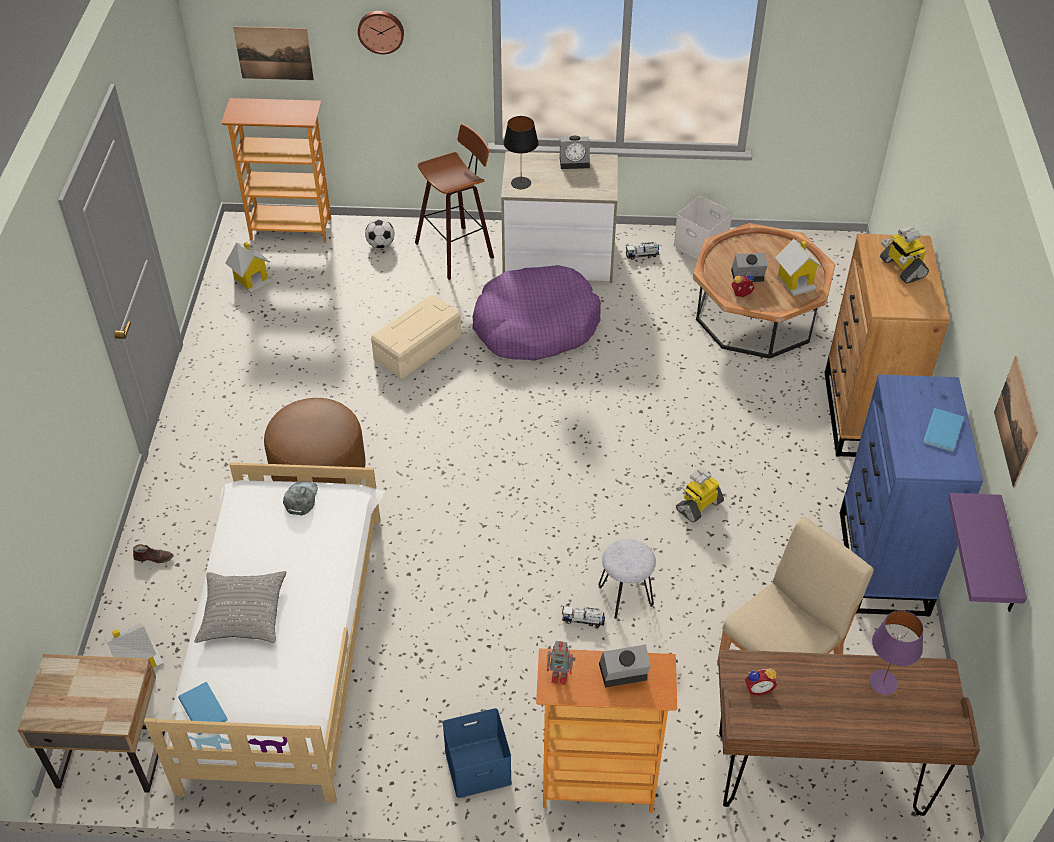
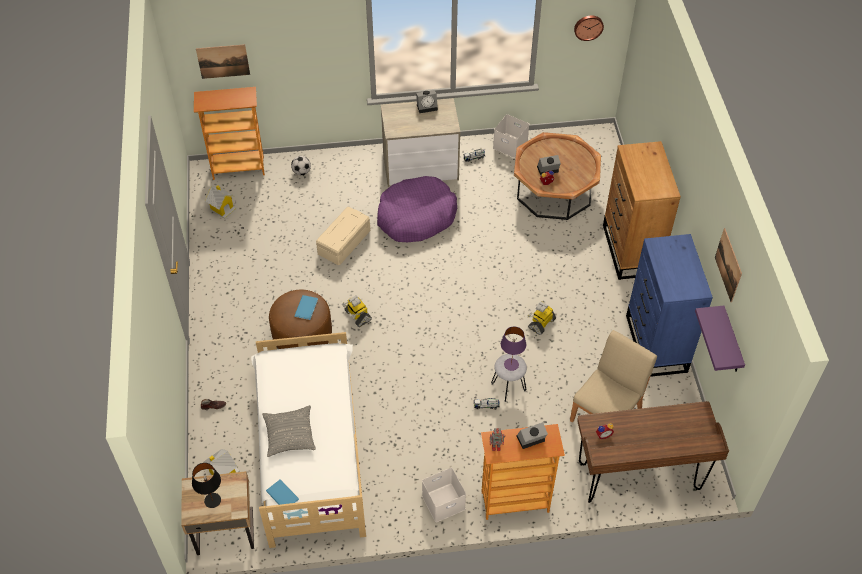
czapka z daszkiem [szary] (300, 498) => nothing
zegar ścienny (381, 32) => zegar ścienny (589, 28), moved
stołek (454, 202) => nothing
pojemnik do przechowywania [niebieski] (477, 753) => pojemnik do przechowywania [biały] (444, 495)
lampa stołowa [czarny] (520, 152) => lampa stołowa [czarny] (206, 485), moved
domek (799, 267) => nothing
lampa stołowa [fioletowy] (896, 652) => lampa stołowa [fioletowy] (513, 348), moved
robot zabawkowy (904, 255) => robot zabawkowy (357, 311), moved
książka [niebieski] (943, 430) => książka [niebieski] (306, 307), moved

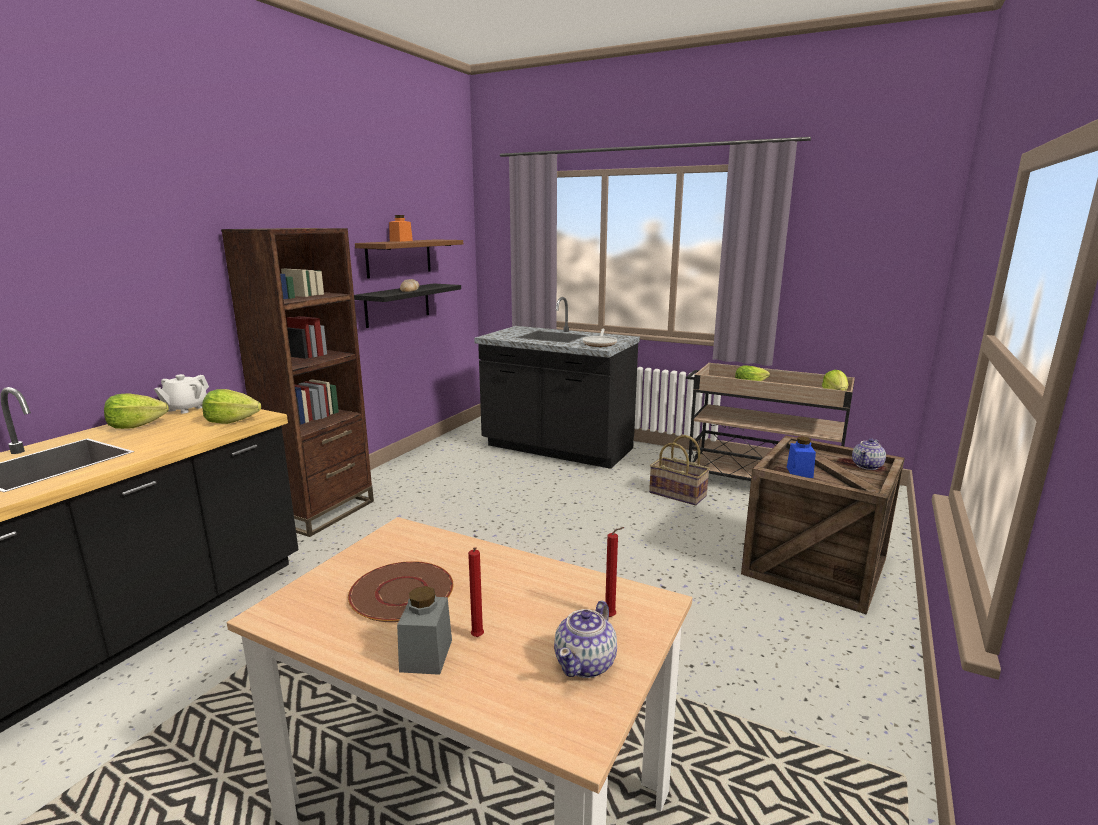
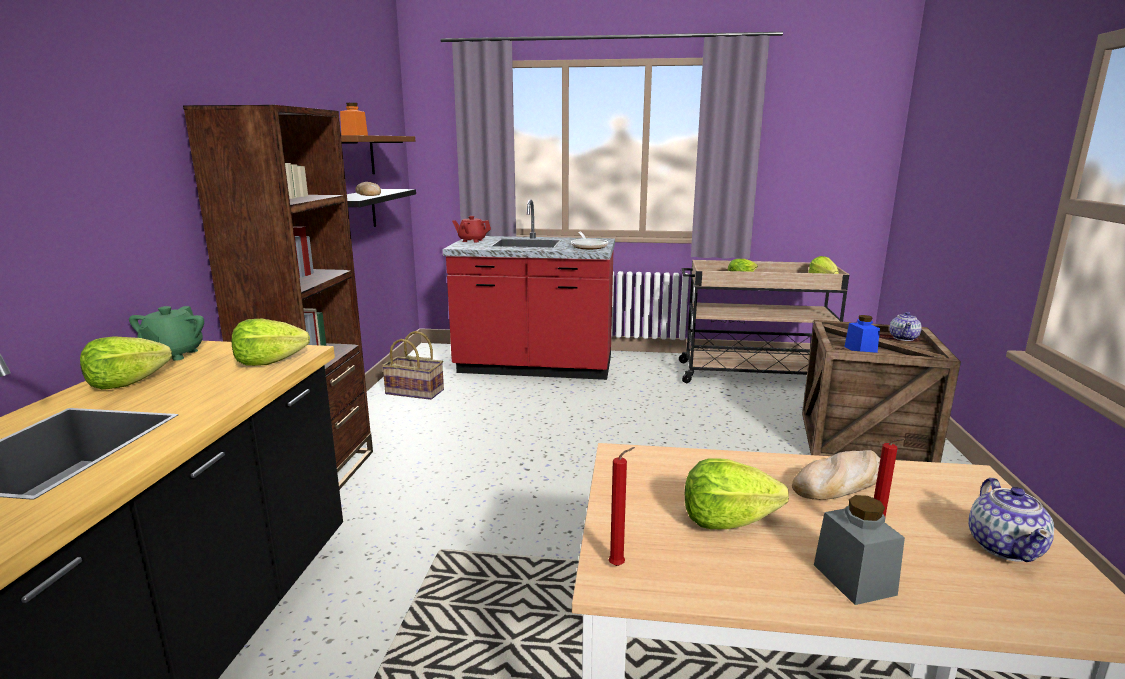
imbryk [biały] (181, 393) => imbryk [zielony] (166, 333)
talerz [brązowy] (401, 591) => sałata (737, 493)
zabudowa kuchenna [czarny] (557, 383) => zabudowa kuchenna [czerwony] (529, 289)
świeca [czerwony] (614, 572) => świeca [czerwony] (622, 506), moved
koszyk (679, 470) => koszyk (413, 365), moved
nothing => imbryk [czerwony] (471, 229)
nothing => chleb (836, 475)

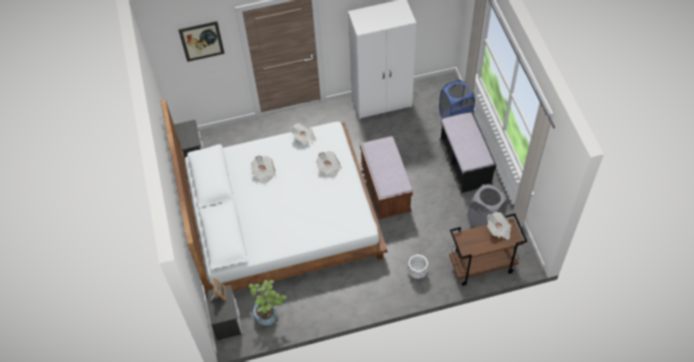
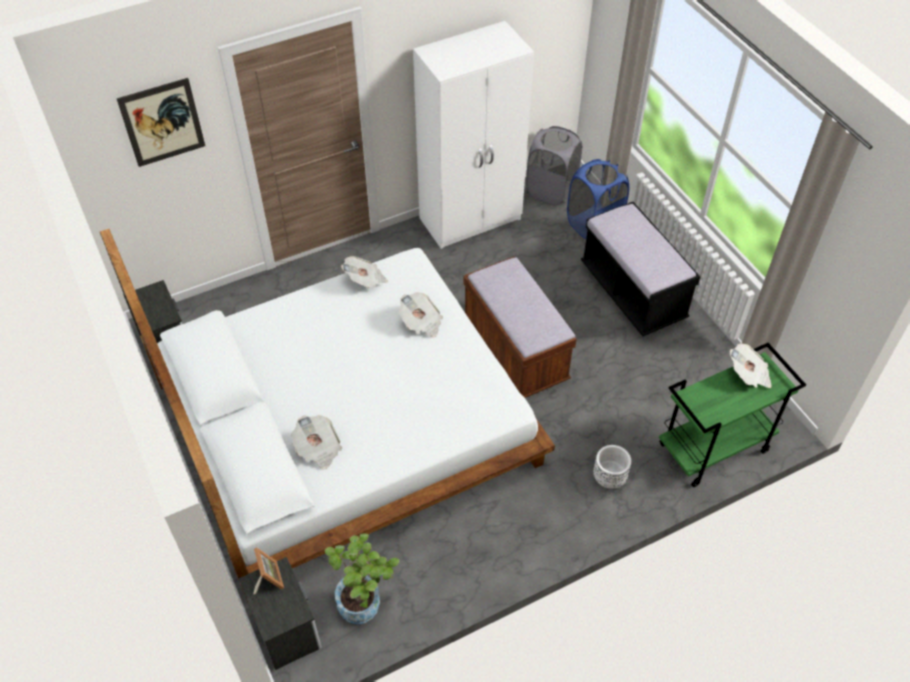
gazeta (263, 169) => gazeta (316, 442), moved
wózek [brązowy] (488, 249) => wózek [zielony] (732, 415)
kosz na pranie [szary] (488, 205) => kosz na pranie [szary] (554, 165), moved

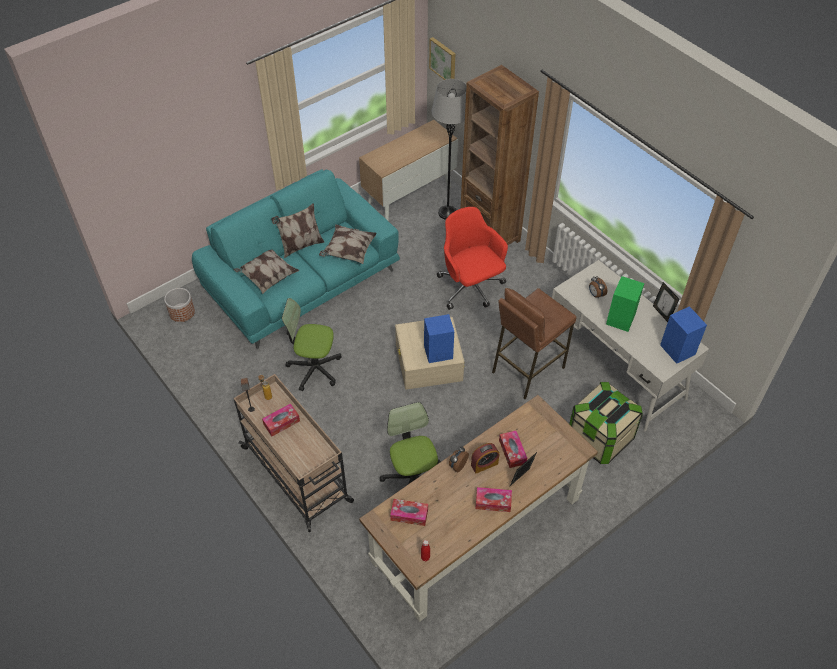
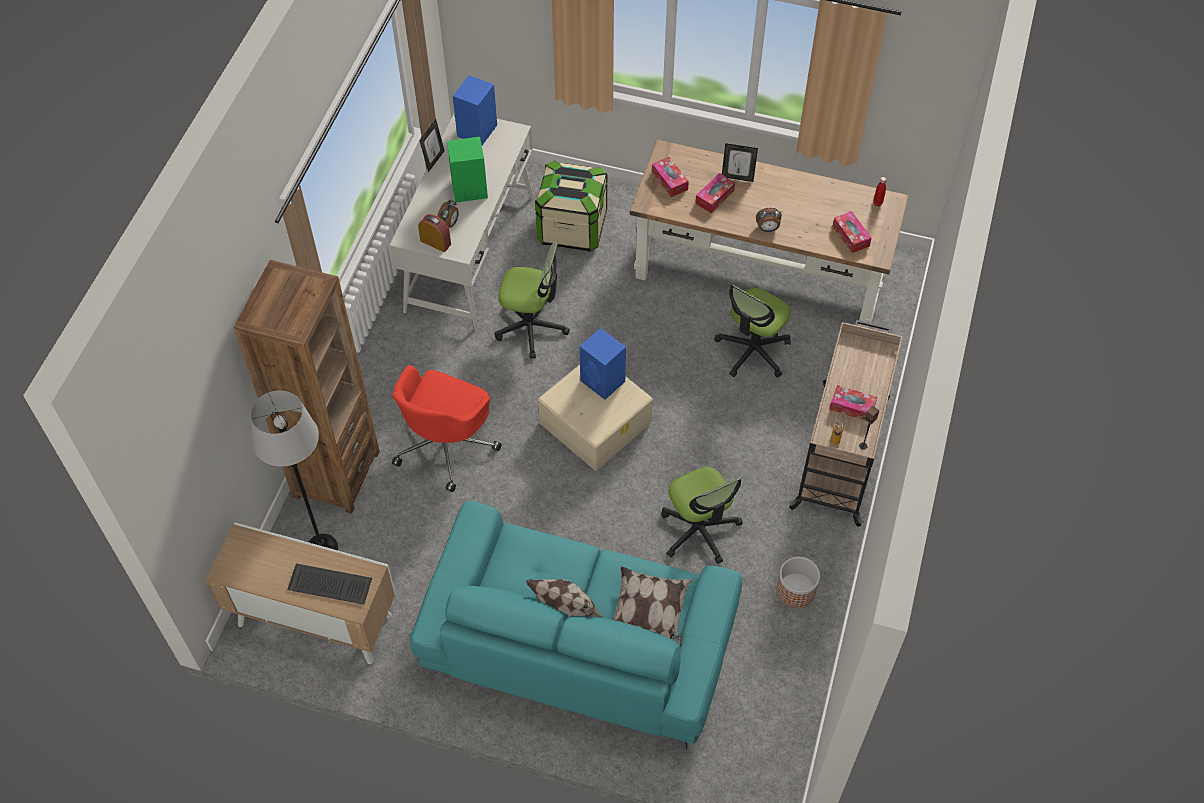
donica (179, 305) => donica (798, 582), moved
poduszka (347, 244) => nothing
obraz (442, 58) => nothing
budzik (485, 458) => budzik (434, 233), moved
pudełko chusteczek (493, 499) => pudełko chusteczek (670, 177), moved
stołek [brązowy] (534, 343) => krzesło biurowe (532, 300)
nothing => klawiatura (329, 584)

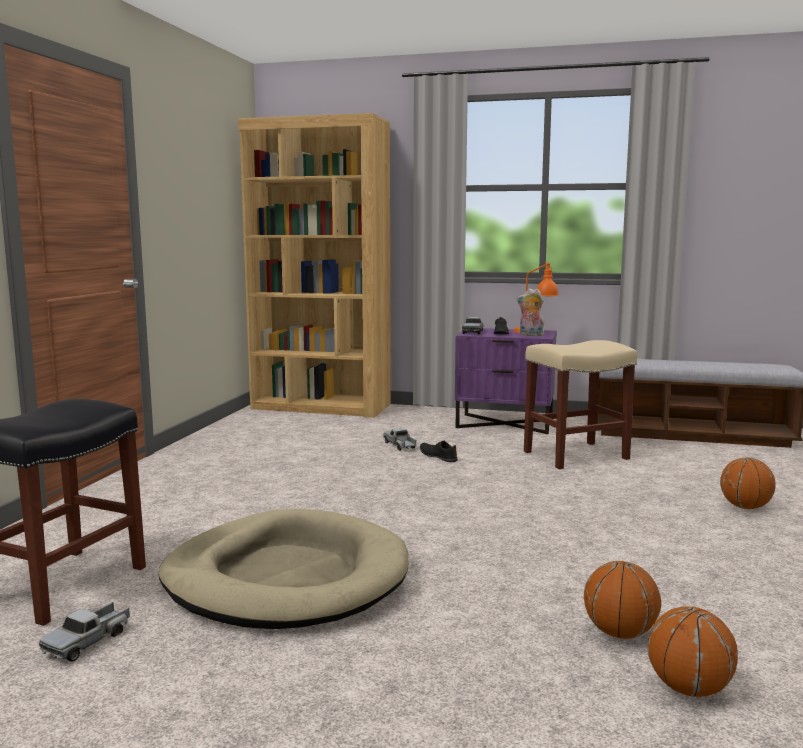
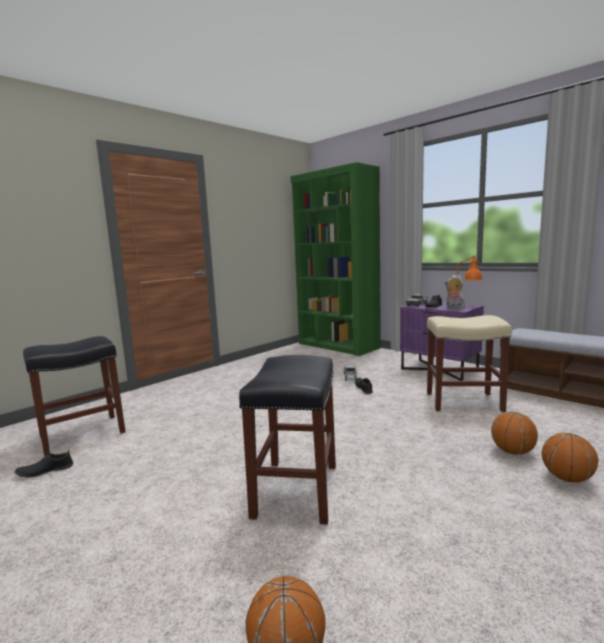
ciężarówka zabawkowa (84, 632) => but [czarny] (44, 463)
legowisko [beżowy] (284, 569) => nothing
regał [brązowy] (314, 265) => regał [zielony] (335, 259)
piłka do koszykówki (622, 600) => piłka do koszykówki (514, 433), moved
nothing => stołek [czarny] (287, 440)

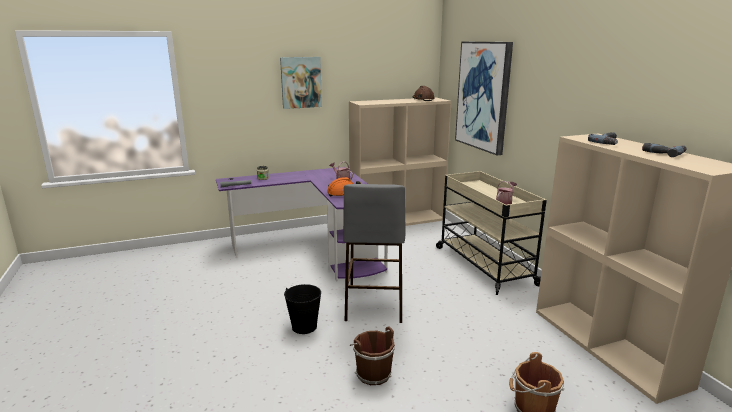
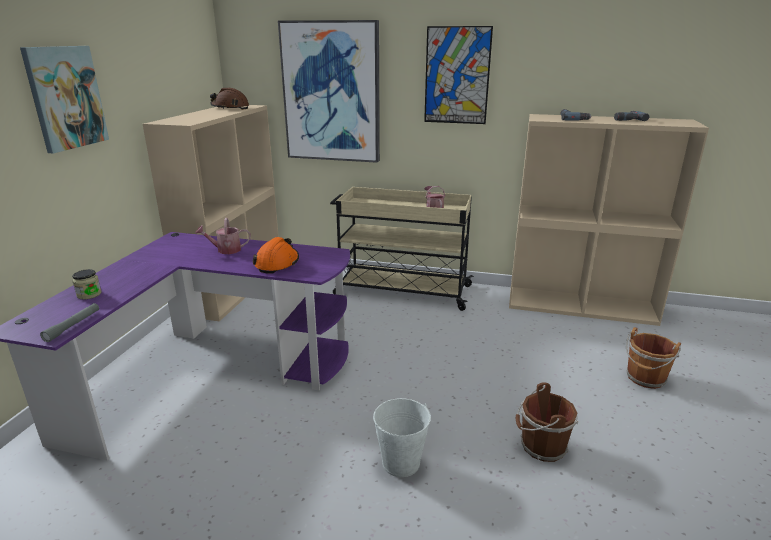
wiadro [czarny] (302, 309) => wiadro [biały] (402, 437)
stołek [szary] (374, 253) => nothing
nothing => obraz (458, 75)

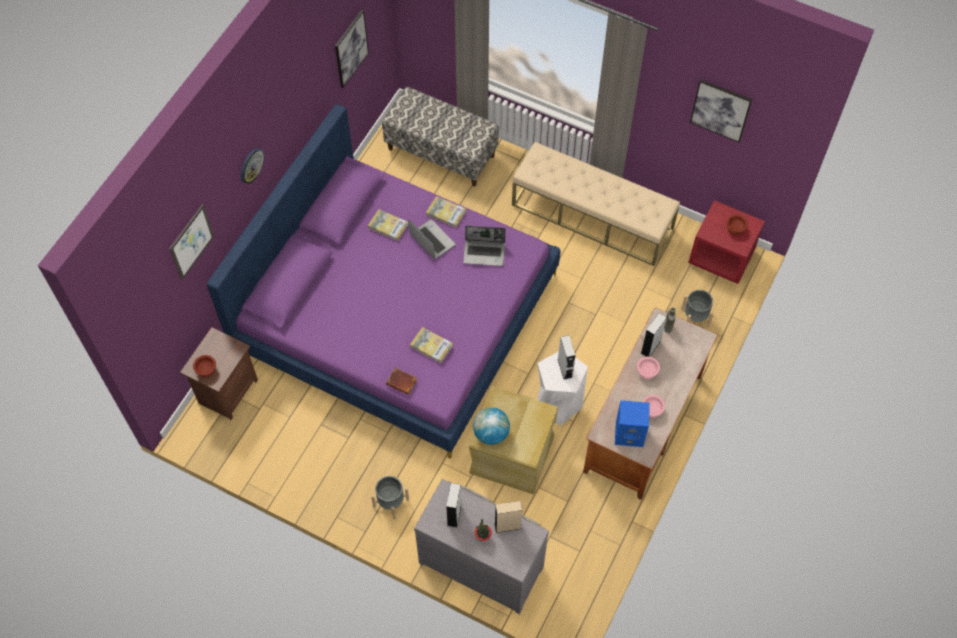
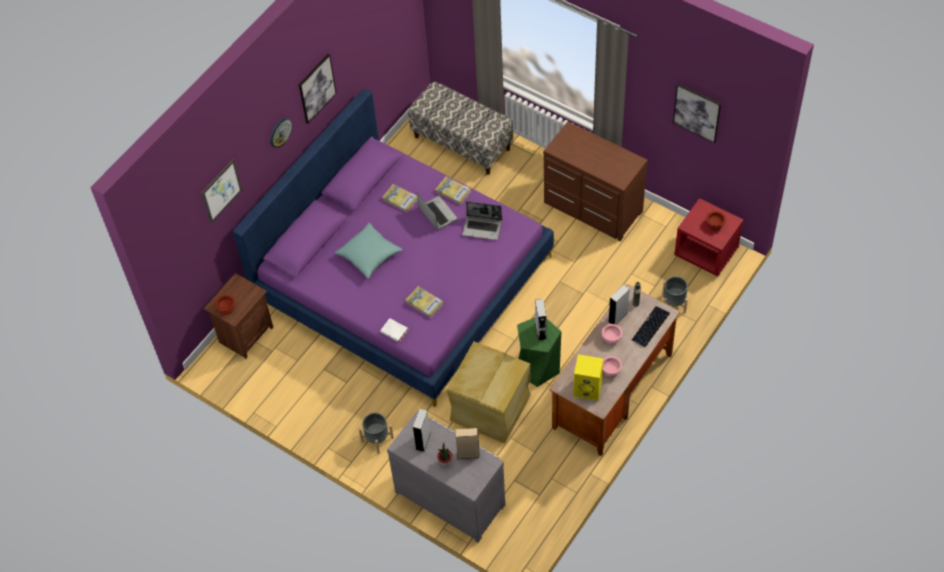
obraz (352, 49) => obraz (318, 89), moved
książka [brązowy] (401, 381) => książka [biały] (394, 330)
globus (491, 426) => nothing
ławka [beżowy] (596, 204) => komoda [brązowy] (595, 181)
stołek [biały] (562, 388) => stołek [zielony] (539, 352)
głośnik [niebieski] (632, 423) => głośnik [żółty] (588, 377)
nothing => poduszka [turkusowy] (368, 251)
nothing => klawiatura (651, 326)

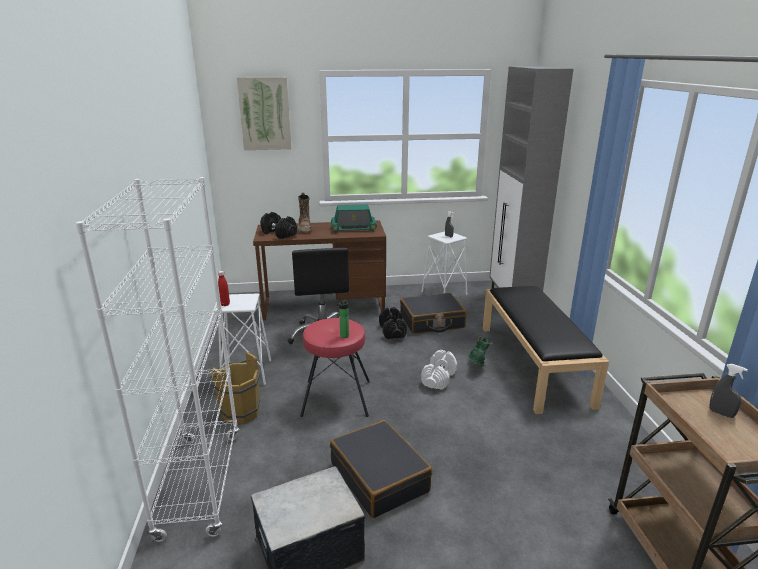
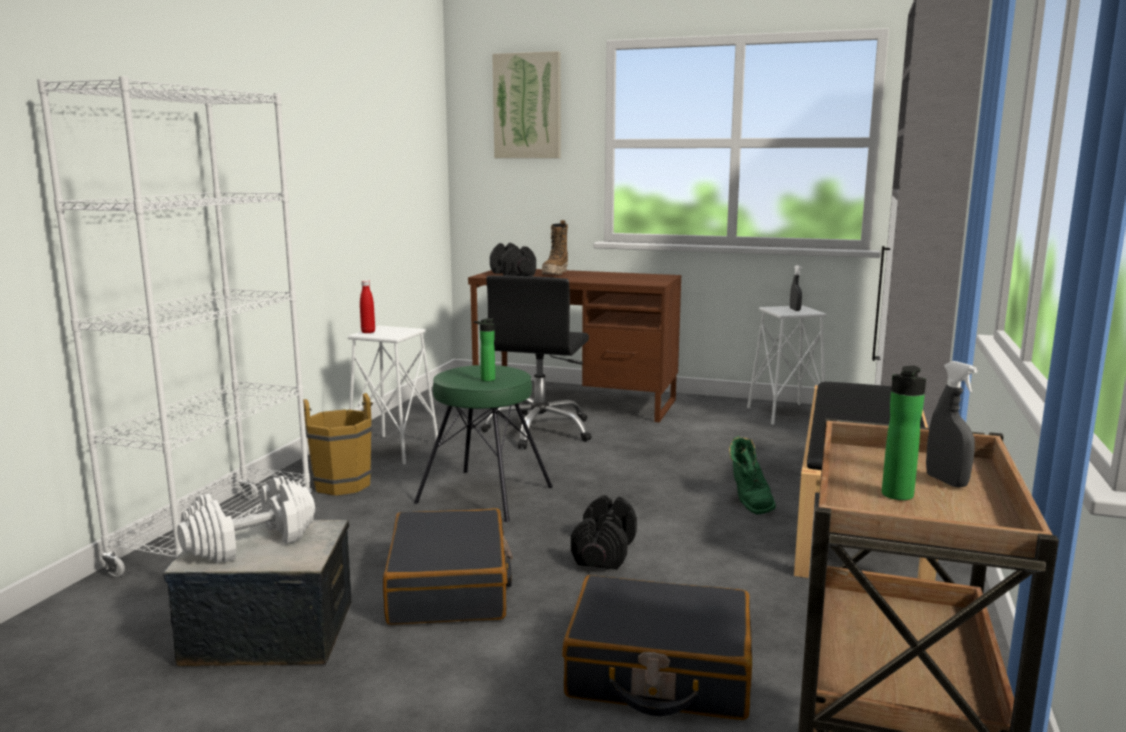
stołek [czerwony] (335, 367) => stołek [zielony] (483, 443)
radio (354, 218) => nothing
hantel [czarny] (393, 323) => hantel [czarny] (604, 532), moved
walizka [czarny] (433, 313) => walizka [czarny] (657, 647), moved
hantel [biały] (439, 370) => hantel [biały] (246, 520), moved
but z cholewką [zielony] (480, 351) => but z cholewką [zielony] (752, 475), 135 degrees clockwise
nothing => butelka (904, 433)

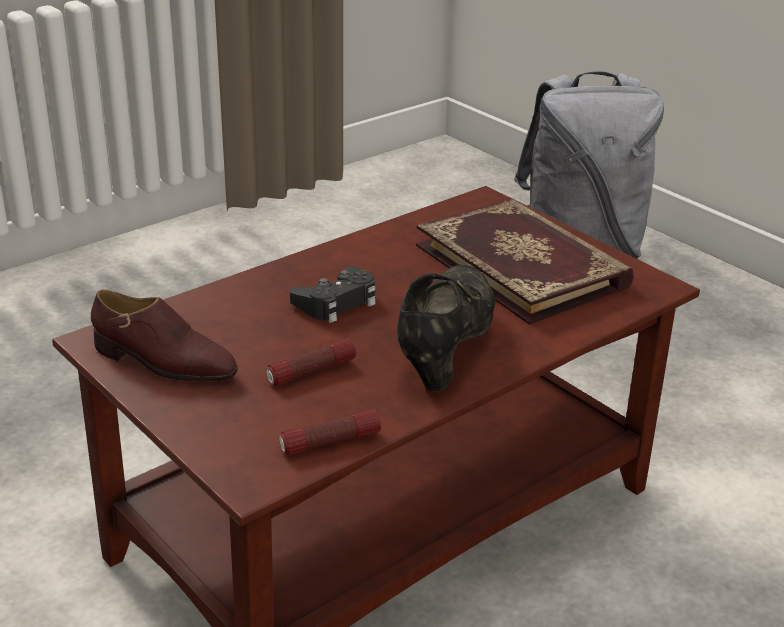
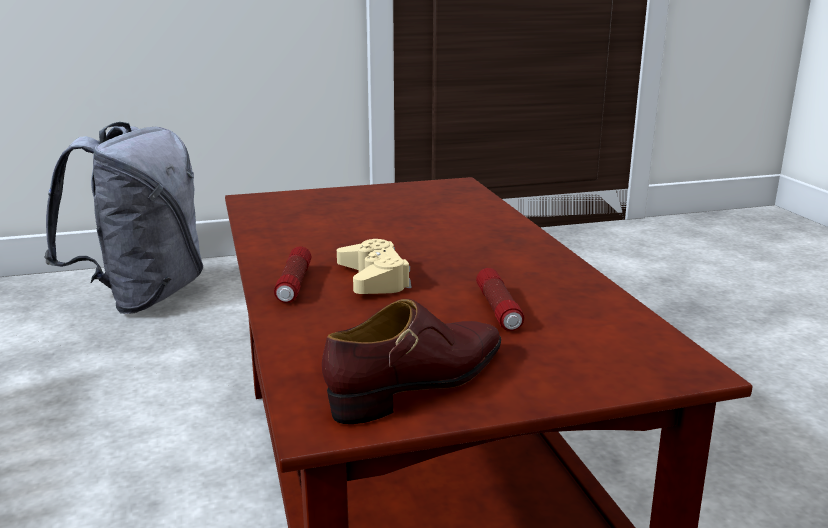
latarka (330, 432) => latarka (293, 274), moved
pad do gier [czarny] (333, 294) => pad do gier [beżowy] (374, 266)
but [czarny] (446, 328) => nothing
książka (525, 262) => nothing

